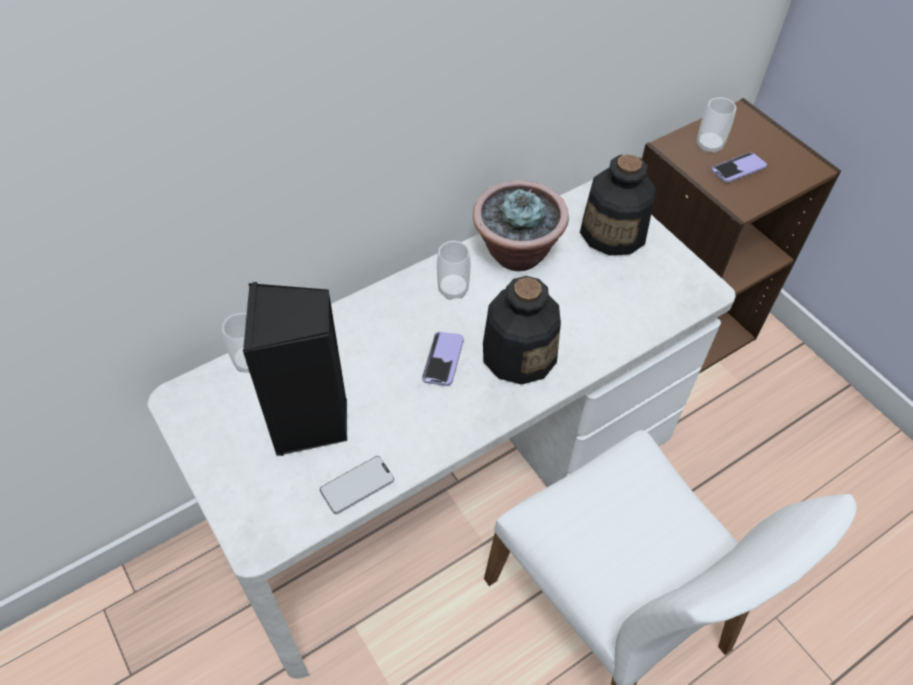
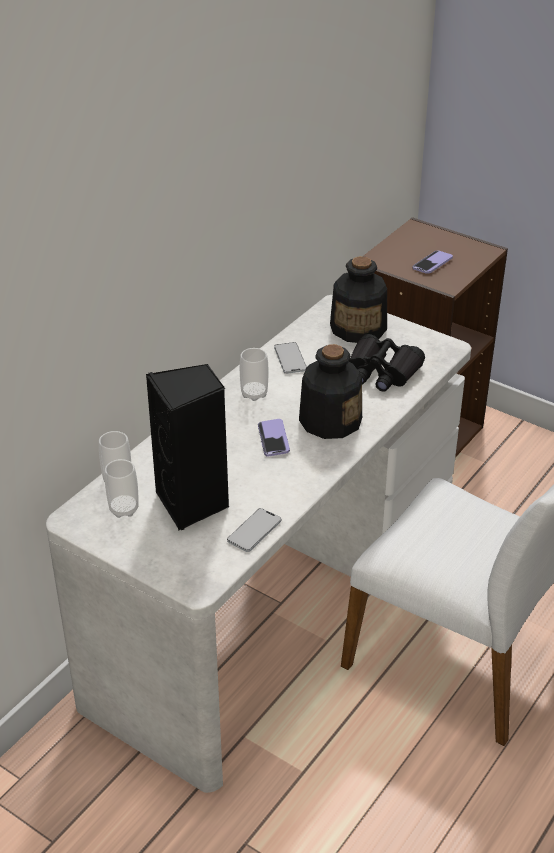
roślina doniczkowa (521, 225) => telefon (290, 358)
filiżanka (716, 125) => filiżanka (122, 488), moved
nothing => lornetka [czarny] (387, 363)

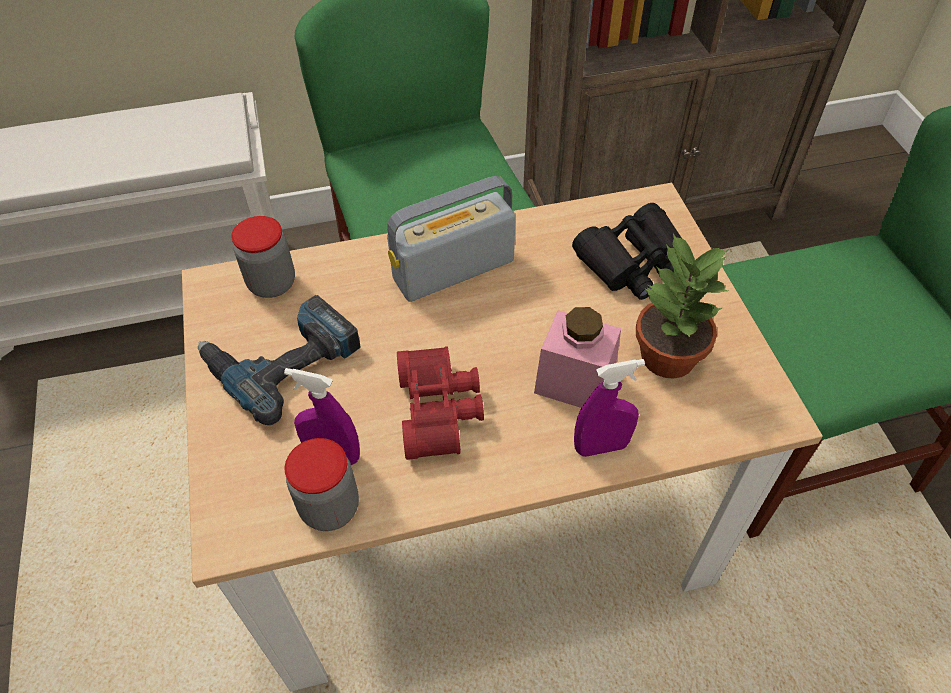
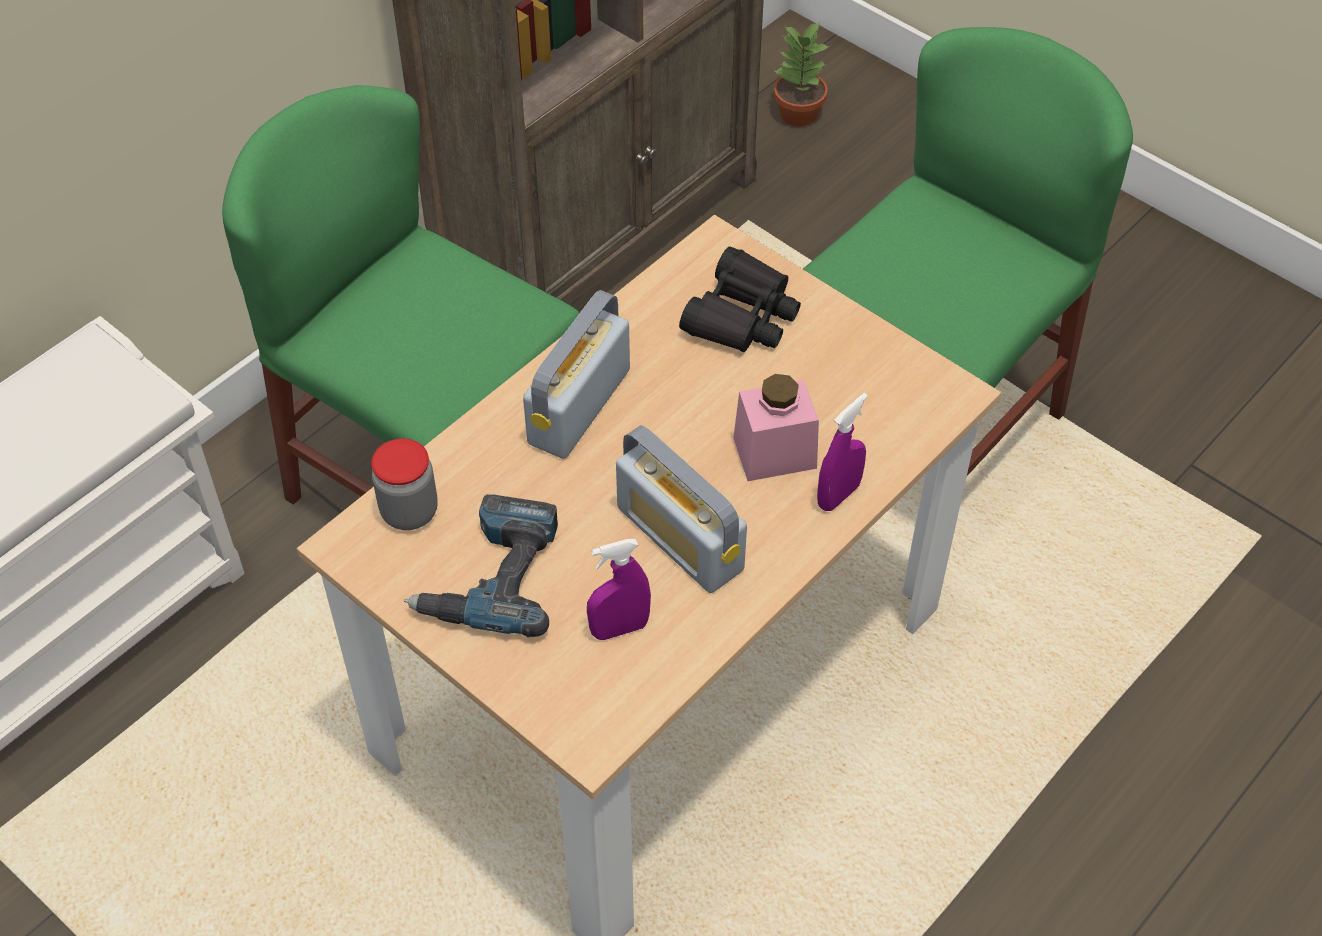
słoik (322, 484) => nothing
lornetka [czerwony] (440, 403) => radio (681, 509)
roślina doniczkowa (682, 306) => roślina doniczkowa (801, 74), moved

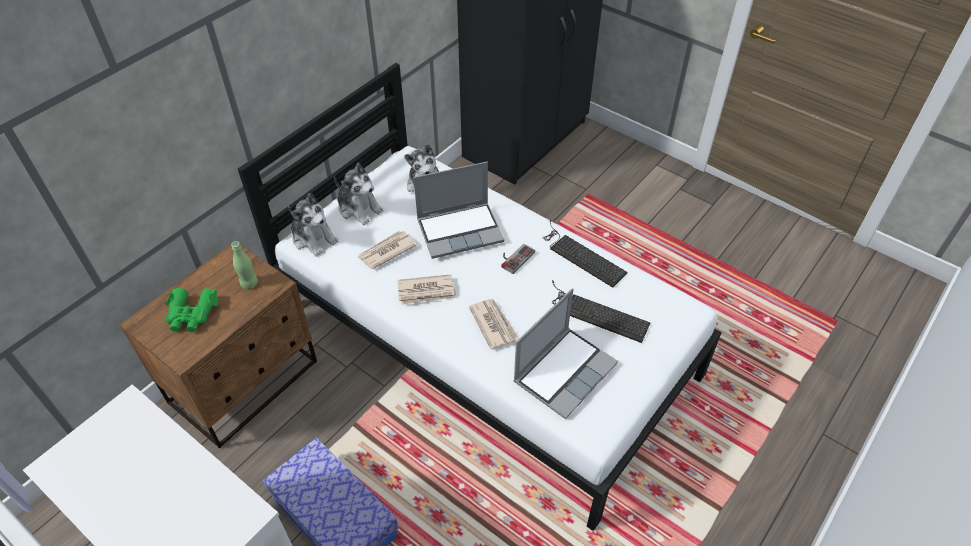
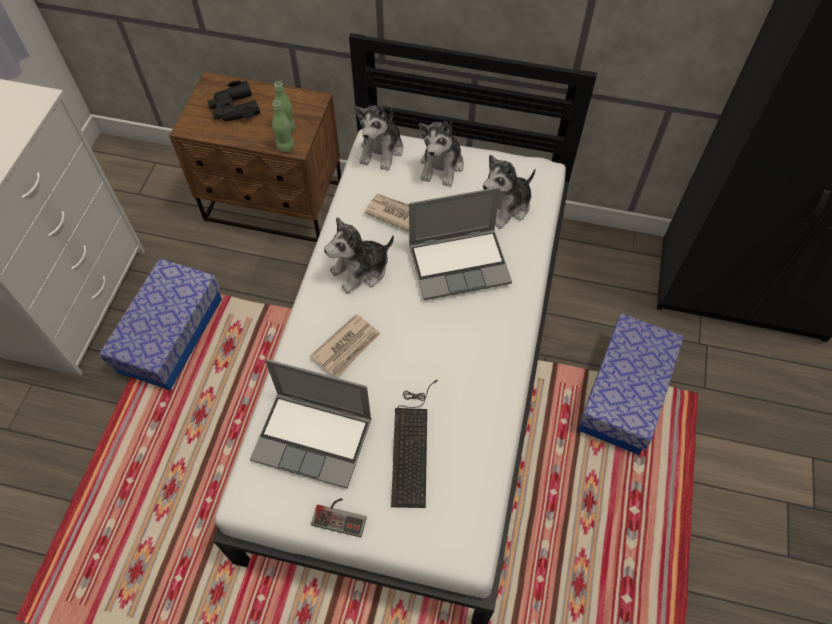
lornetka [zielony] (192, 310) => lornetka [czarny] (233, 101)
gazeta (427, 289) => pluszak (359, 255)
laptop (459, 210) => laptop (460, 243), 60 degrees counterclockwise
pad do gier (518, 259) => pad do gier (339, 517), moved
klawiatura (585, 253) => nothing
nothing => butelka [zielony] (283, 126)
nothing => pojemnik do przechowywania (631, 384)

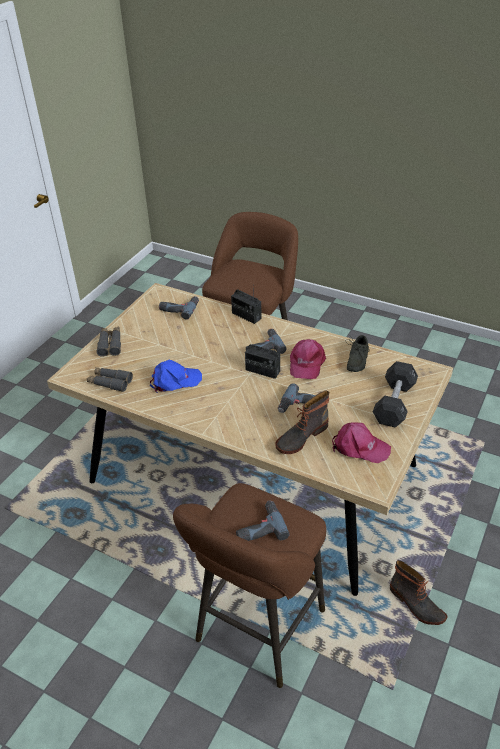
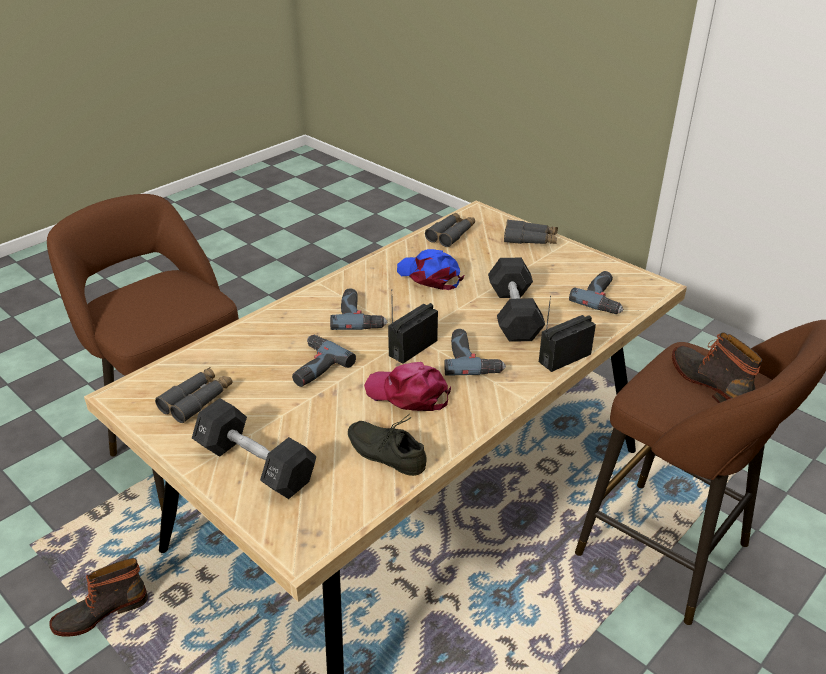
czapka z daszkiem [niebieski] (176, 376) => czapka z daszkiem [niebieski] (430, 269), 135 degrees clockwise
wiertarka (263, 520) => wiertarka (358, 309), moved
but z cholewką (302, 422) => but z cholewką (717, 367), moved
czapka z daszkiem [różowy] (361, 442) => lornetka [szary] (193, 395)
nothing => hantel [czarny] (516, 300)

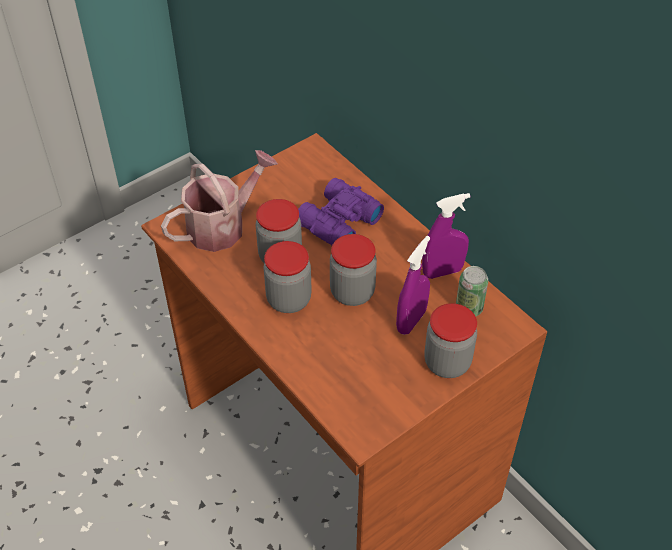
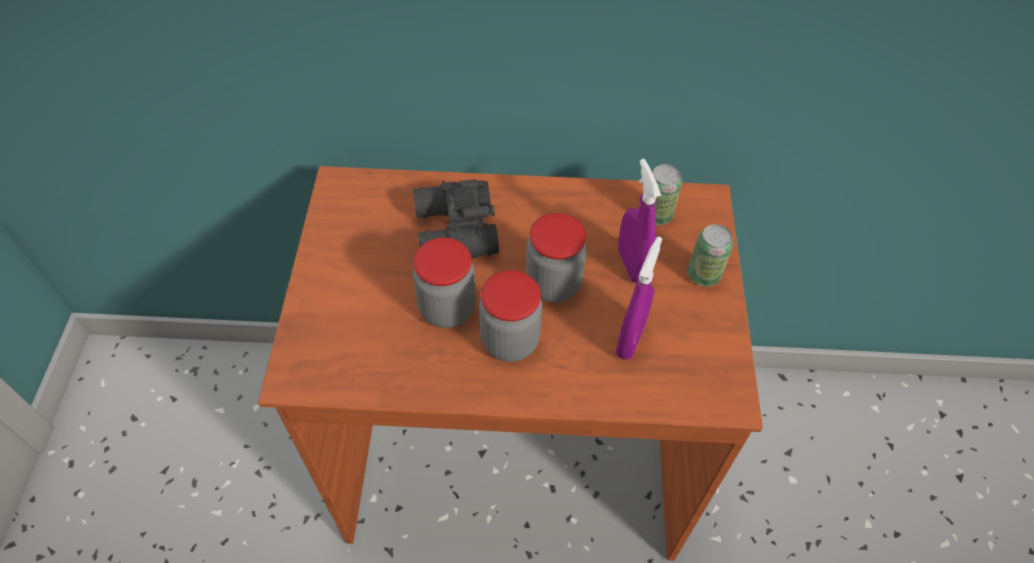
konewka (219, 201) => nothing
lornetka [fioletowy] (341, 211) => lornetka [czarny] (456, 218)
spryskiwacz [fioletowy] (446, 236) => spryskiwacz [fioletowy] (639, 298), moved
słoik (450, 340) => puszka (710, 255)

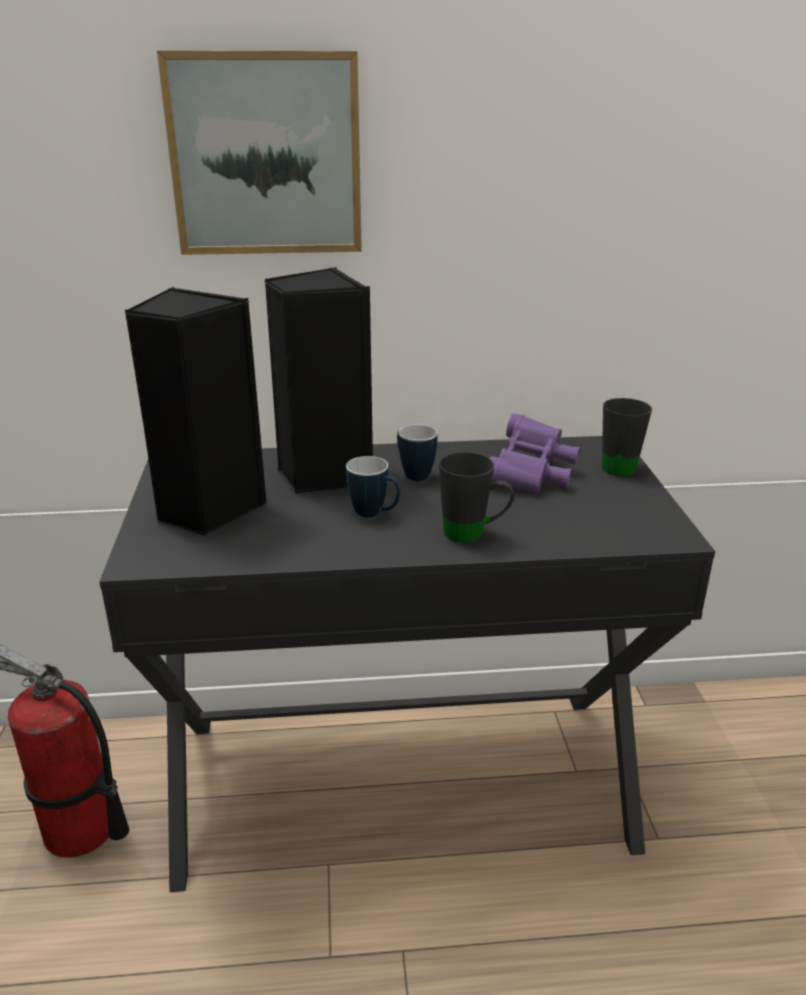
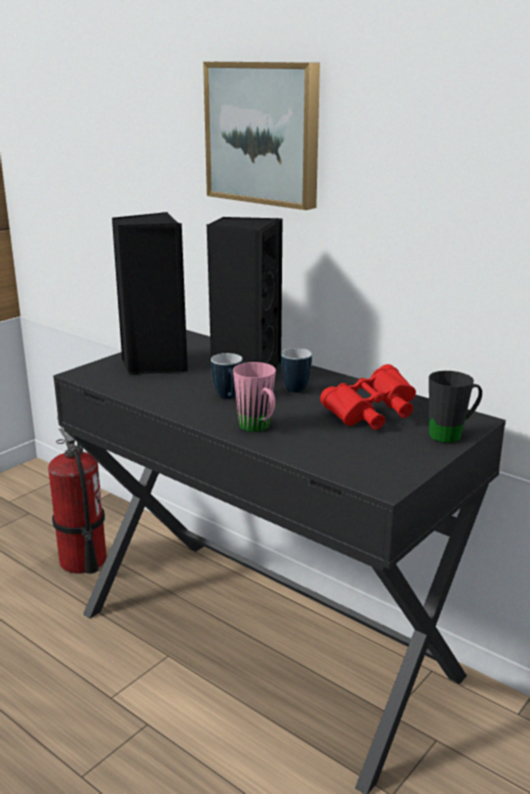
kubek [czarny] (476, 497) => kubek [różowy] (254, 397)
lornetka [fioletowy] (534, 453) => lornetka [czerwony] (368, 397)

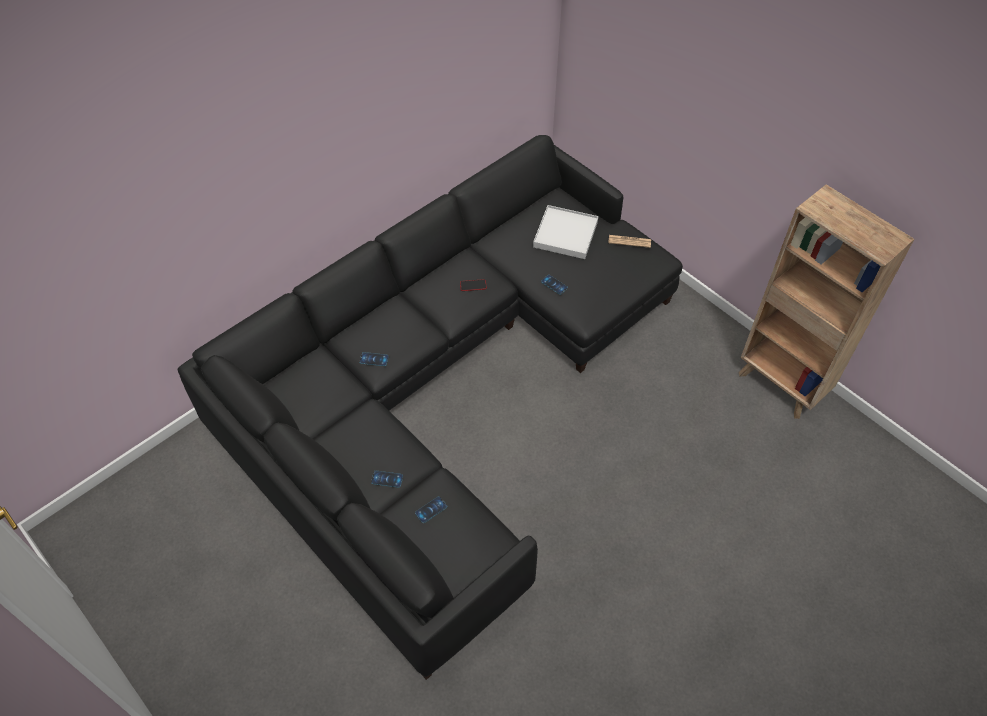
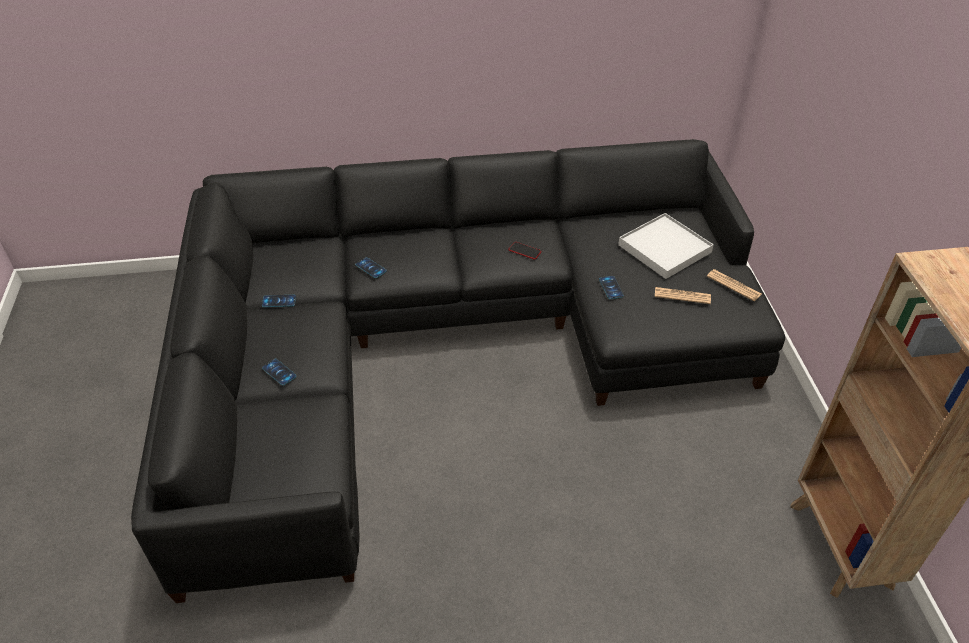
telefon (431, 509) => telefon (279, 301), moved
nothing => gazeta (683, 295)

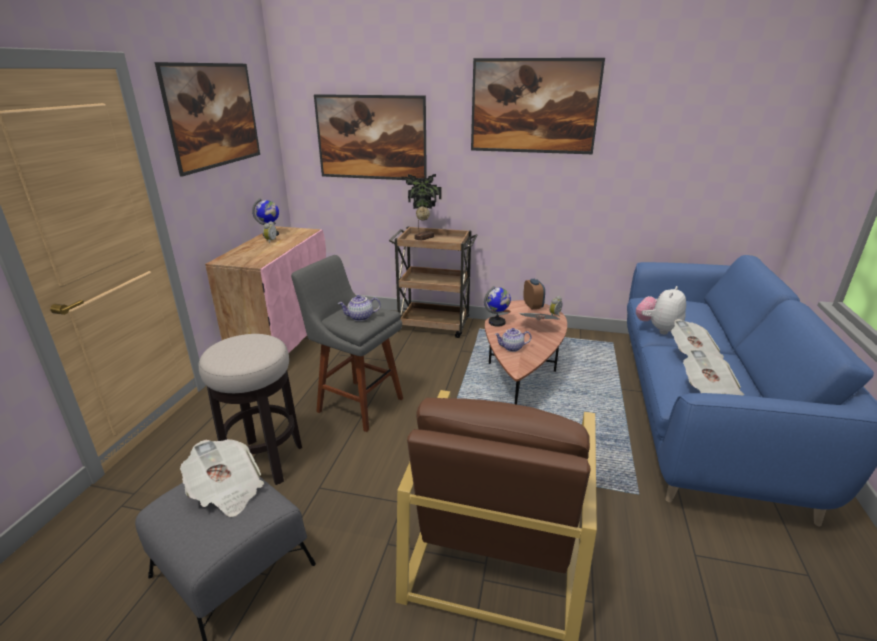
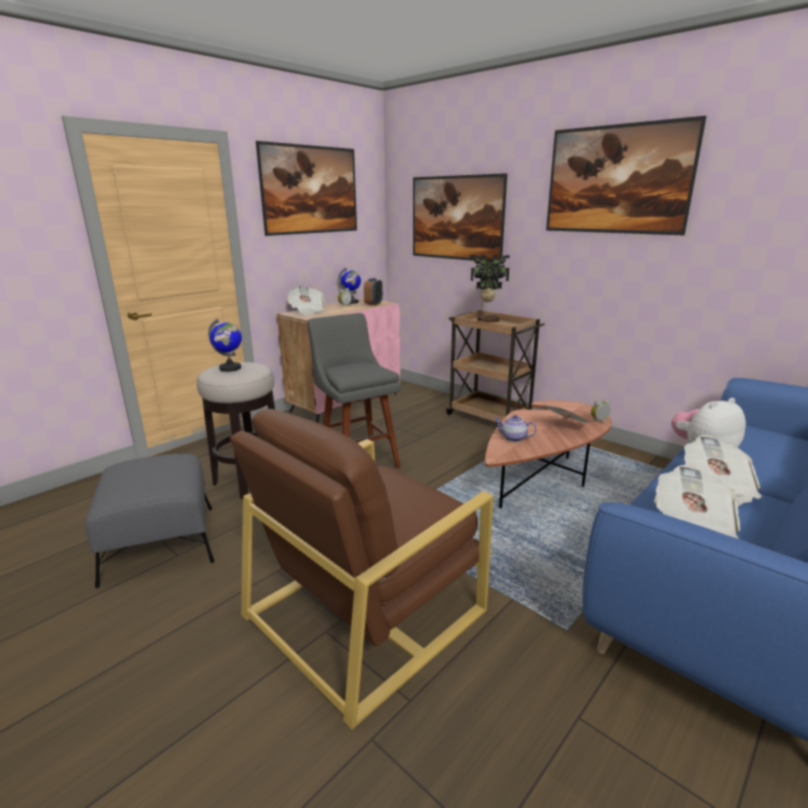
gazeta (222, 478) => gazeta (306, 300), moved
imbryk (359, 308) => nothing
globus (497, 306) => globus (225, 345), moved
budzik (534, 294) => budzik (373, 292), moved

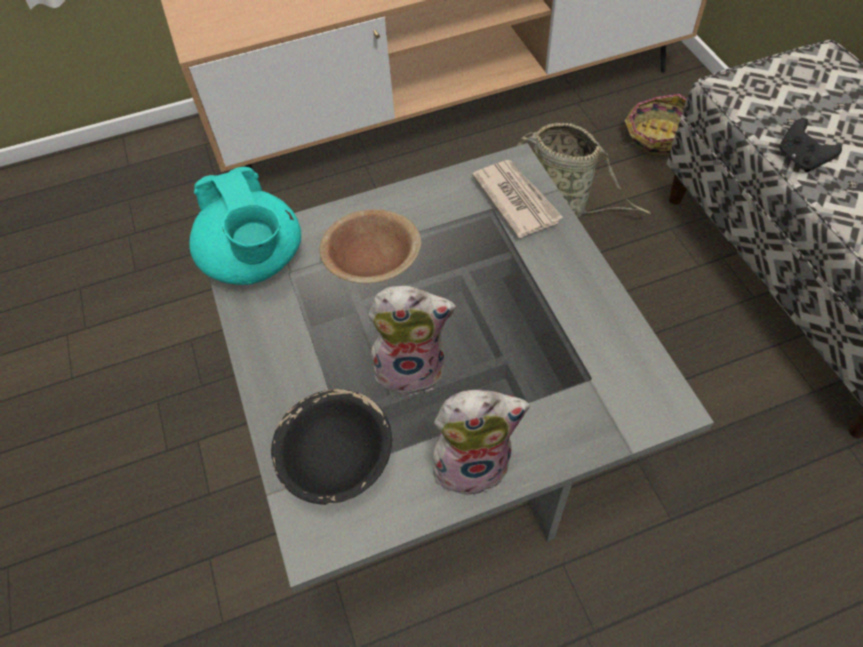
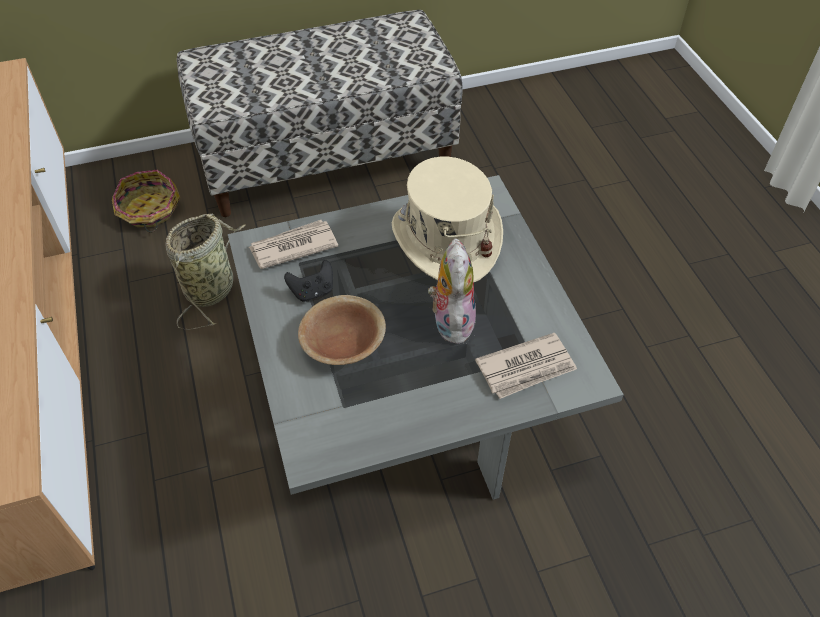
imbryk [turkusowy] (245, 226) => nothing
miska [czarny] (331, 447) => gazeta (526, 366)
pluszak (481, 444) => nothing
pad do gier [czarny] (811, 145) => pad do gier [czarny] (308, 281), moved
nothing => kapelusz [beżowy] (447, 219)

